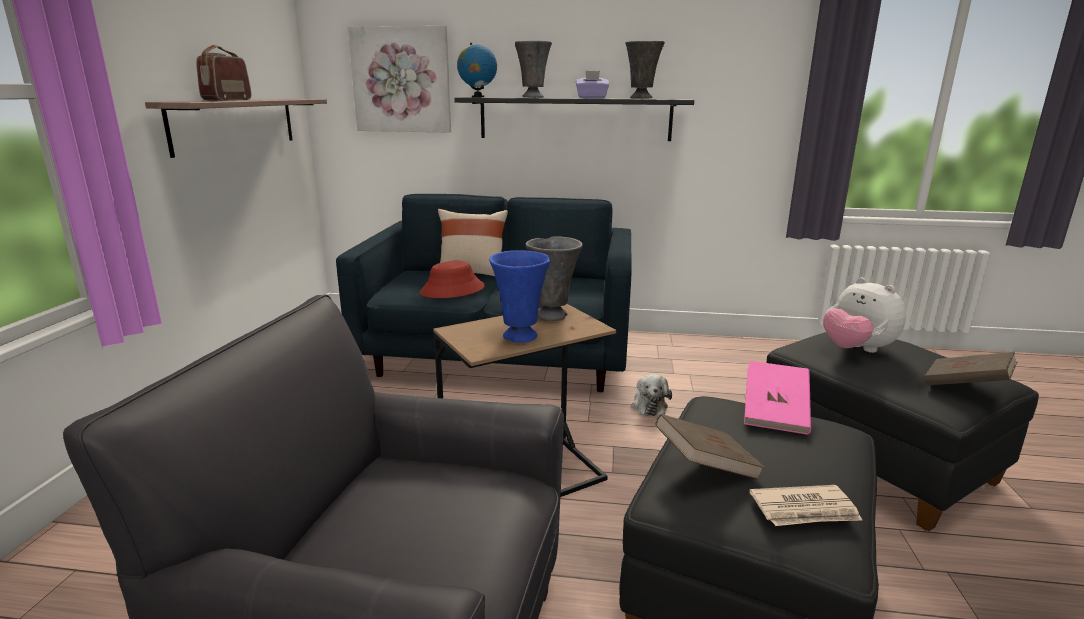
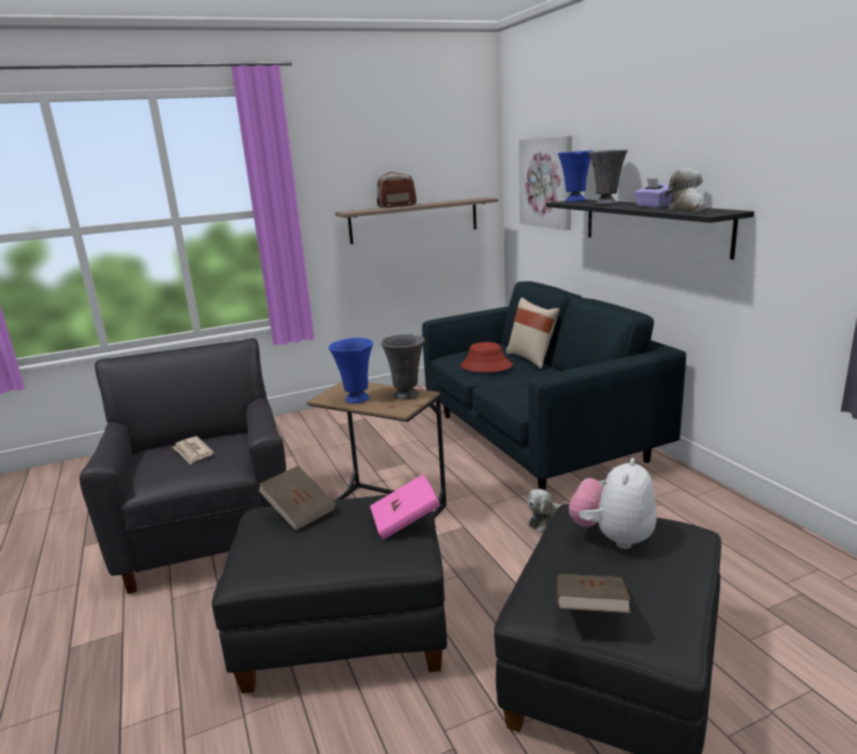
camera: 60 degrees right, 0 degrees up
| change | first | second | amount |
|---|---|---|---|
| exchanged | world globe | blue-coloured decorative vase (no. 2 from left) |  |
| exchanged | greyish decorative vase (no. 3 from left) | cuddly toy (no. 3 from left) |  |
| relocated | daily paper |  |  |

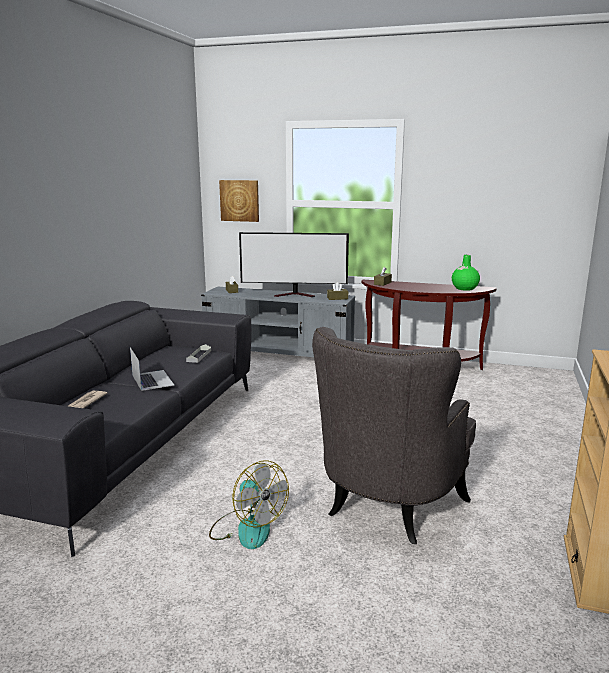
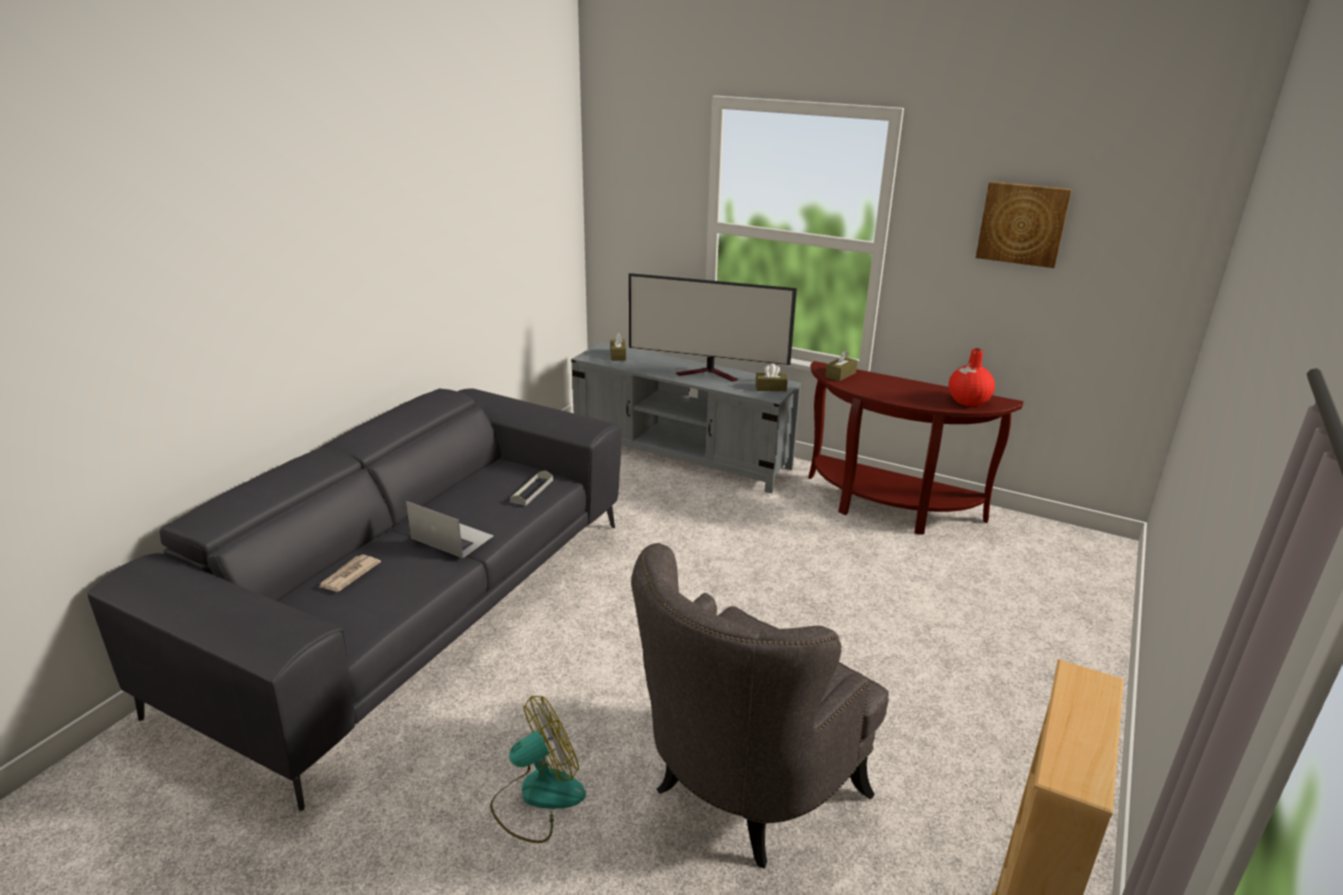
camera: 10 degrees right, 10 degrees up
| change | first | second | amount |
|---|---|---|---|
| spun | notebook computer |  | 45 degrees counterclockwise |
| spun | electric fan |  | 90 degrees counterclockwise |
| relocated | wall picture |  |  |
| colour | green decorative vase | red decorative vase |  |

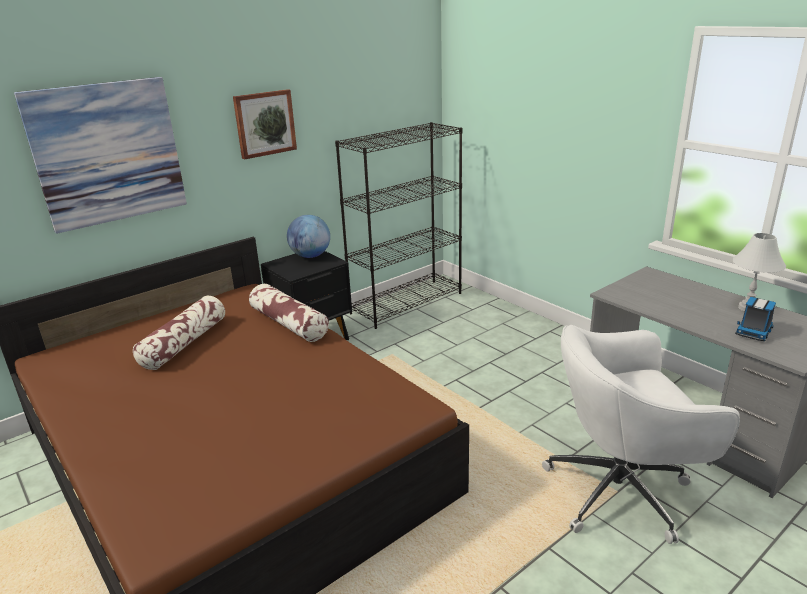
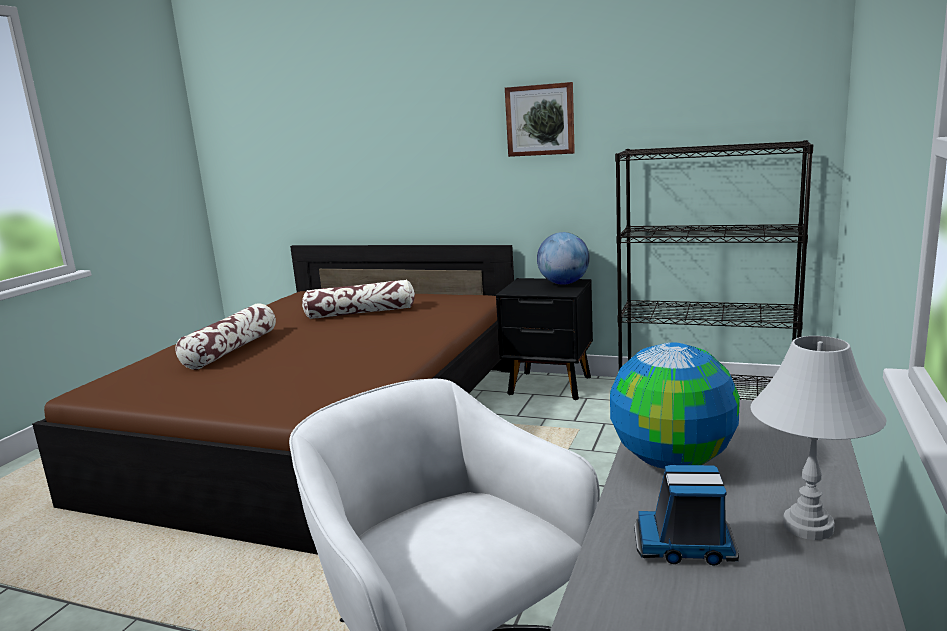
camera: 60 degrees right, 10 degrees down
| change | first | second | amount |
|---|---|---|---|
| missing | wall picture (no. 1 from left) |  |  |
| relocated | pillow (no. 2 from left in the first image) | pillow (no. 1 from left) |  |
| appeared |  | world globe (no. 2 from left) |  |

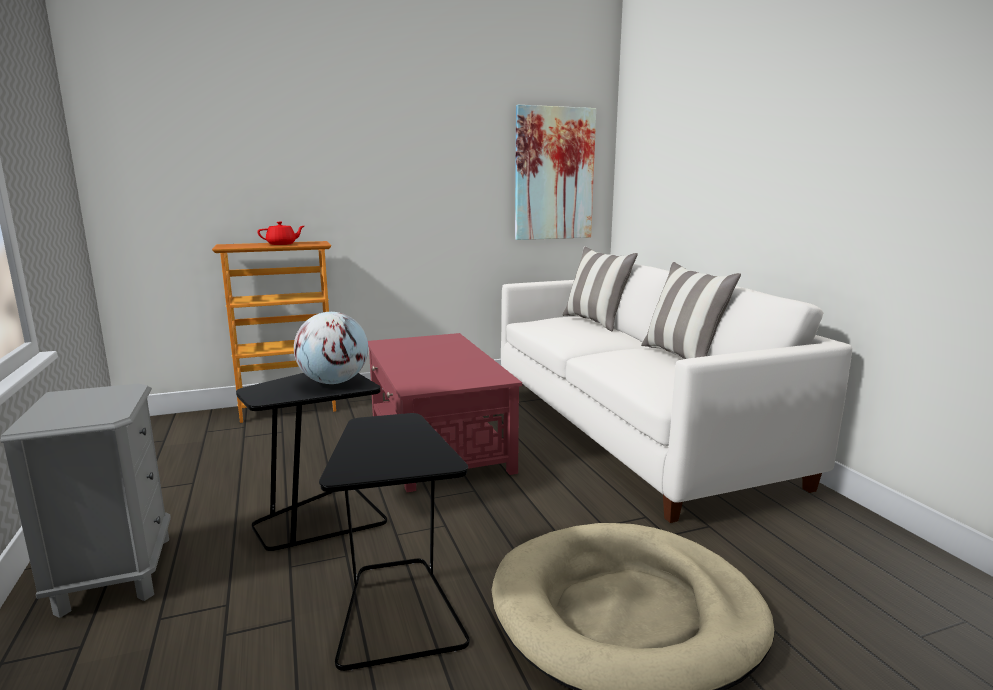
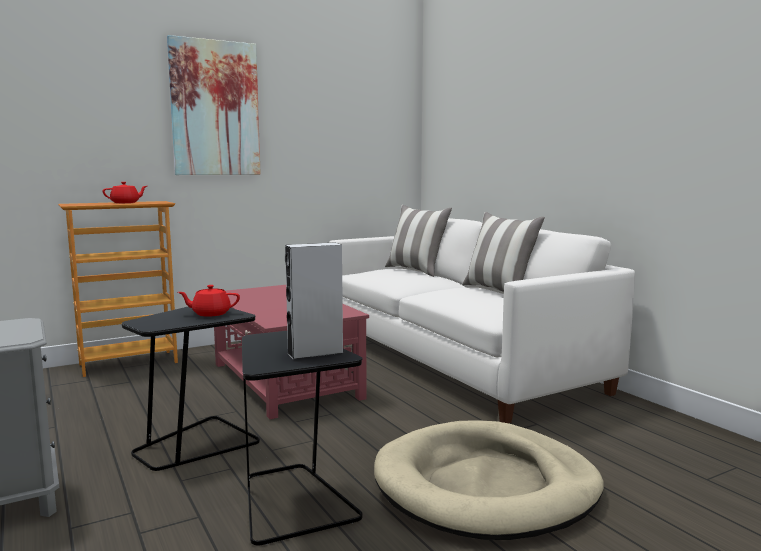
camera: 10 degrees left, 5 degrees down
| change | first | second | amount |
|---|---|---|---|
| exchanged | world globe | red teapot (no. 2 from left) |  |
| relocated | wall picture |  |  |
| appeared |  | greyish loudspeaker |  |

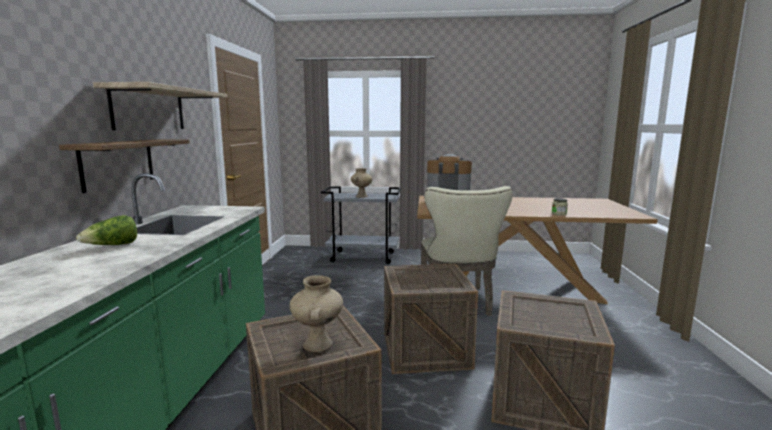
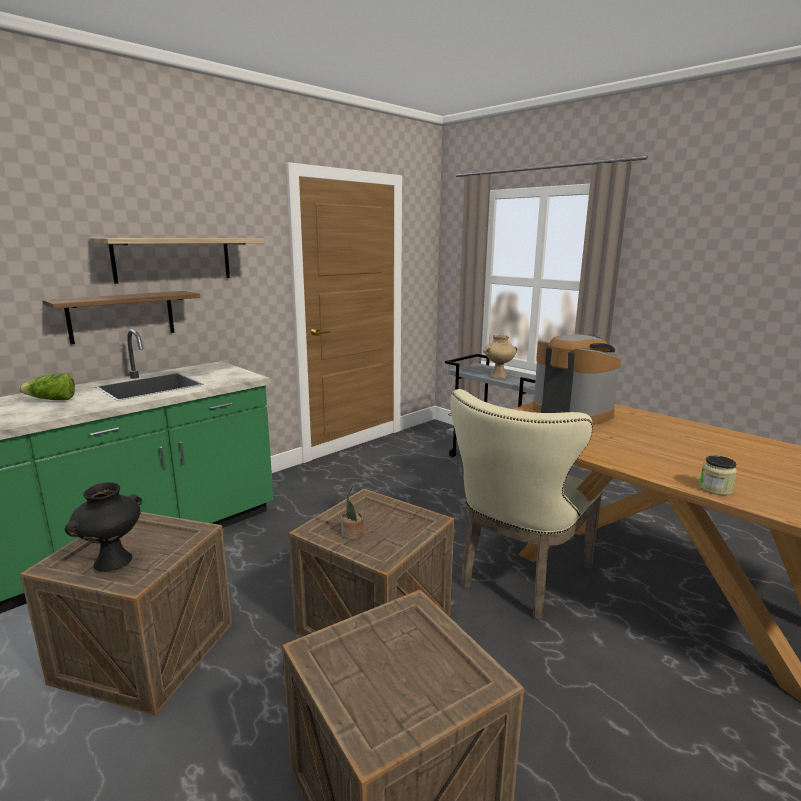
camera: 40 degrees right, 5 degrees up
| change | first | second | amount |
|---|---|---|---|
| colour | sand-coloured decorative vase (no. 1 from left) | black decorative vase |  |
| appeared |  | potted plant |  |

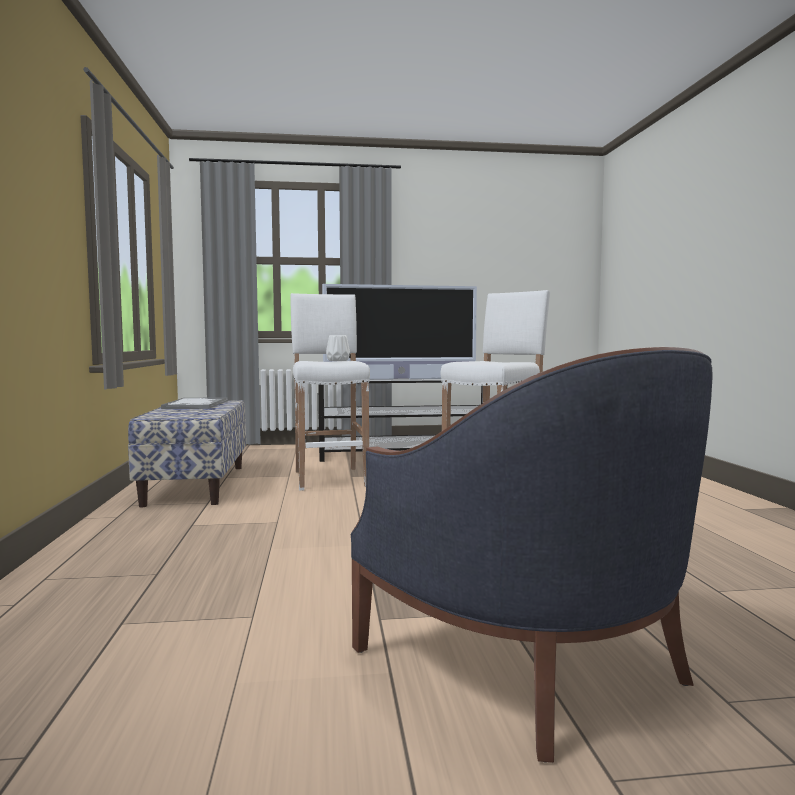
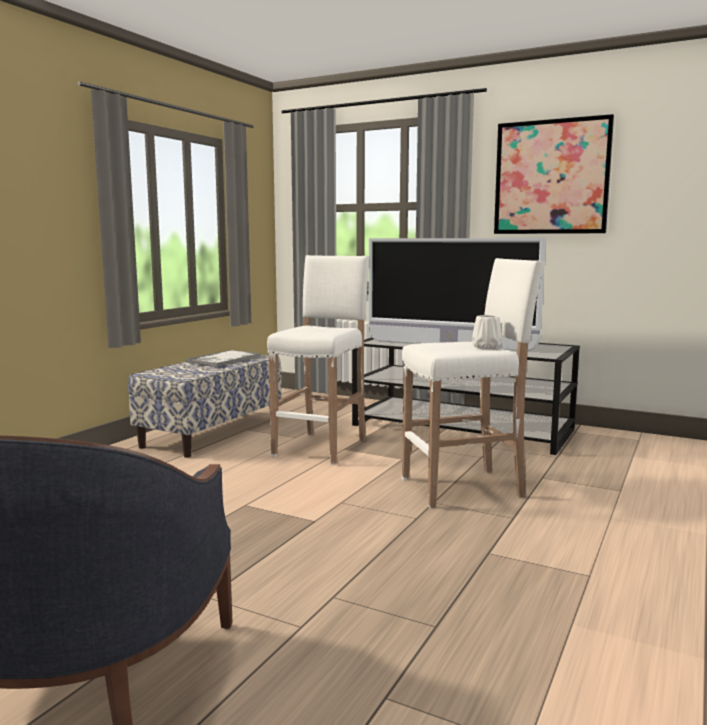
camera: 35 degrees right, 5 degrees up
| change | first | second | amount |
|---|---|---|---|
| relocated | white-coloured decorative vase |  |  |
| appeared |  | wall picture |  |

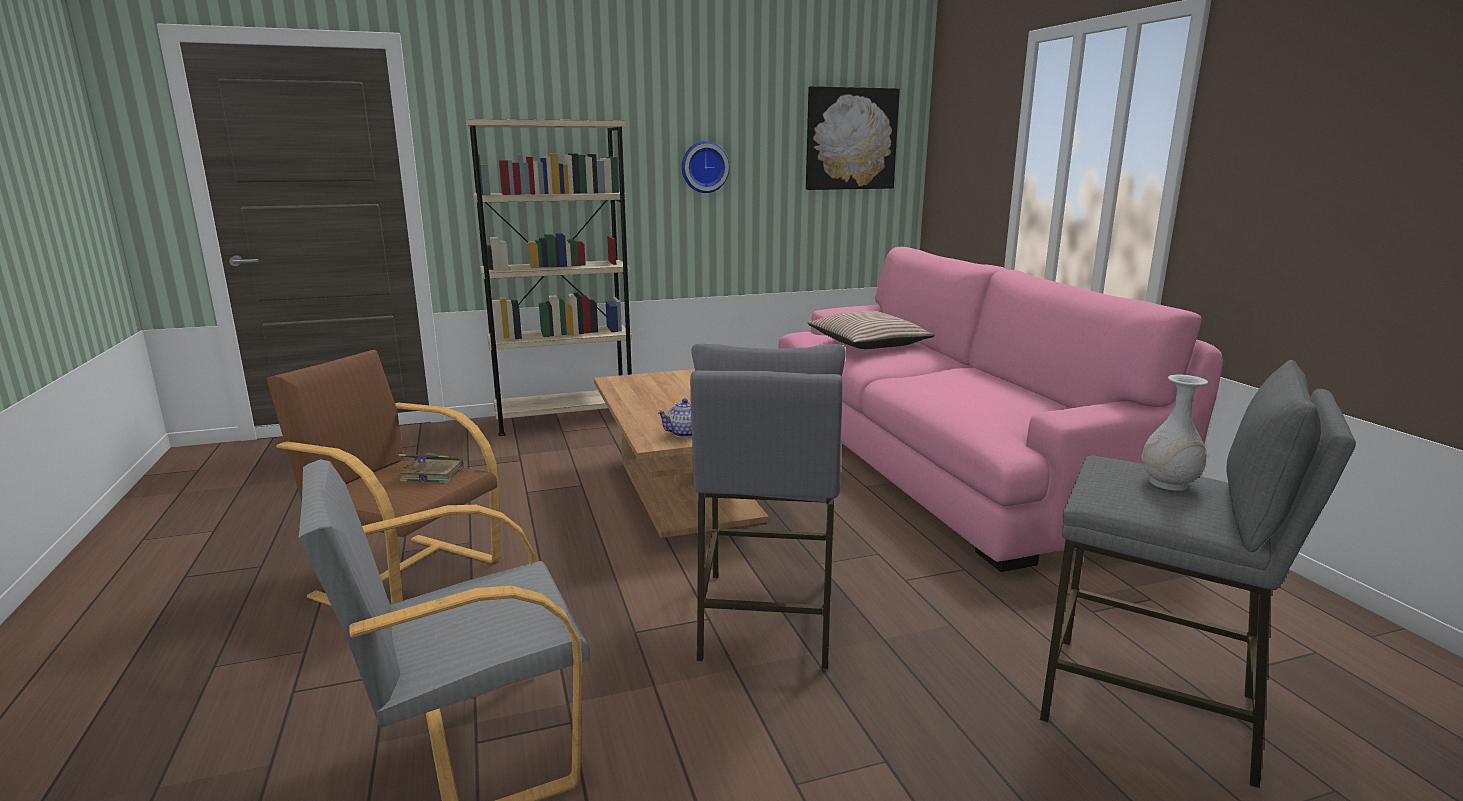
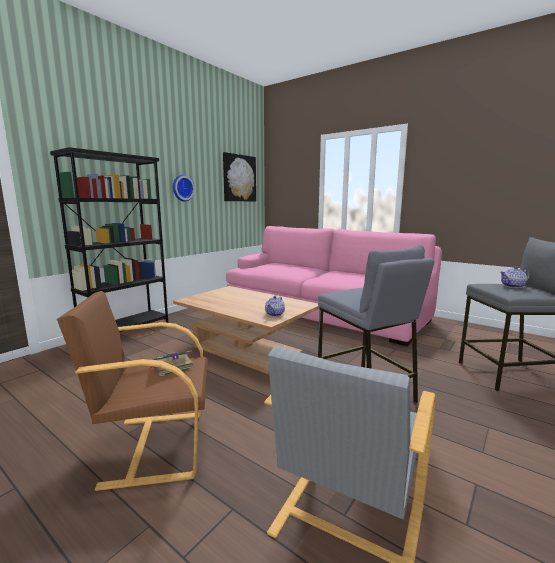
camera: 35 degrees left, 5 degrees down
| change | first | second | amount |
|---|---|---|---|
| colour | sand-coloured bookshelf | black bookshelf |  |
| missing | pillow |  |  |
| exchanged | white-coloured decorative vase | teapot (no. 2 from left) |  |

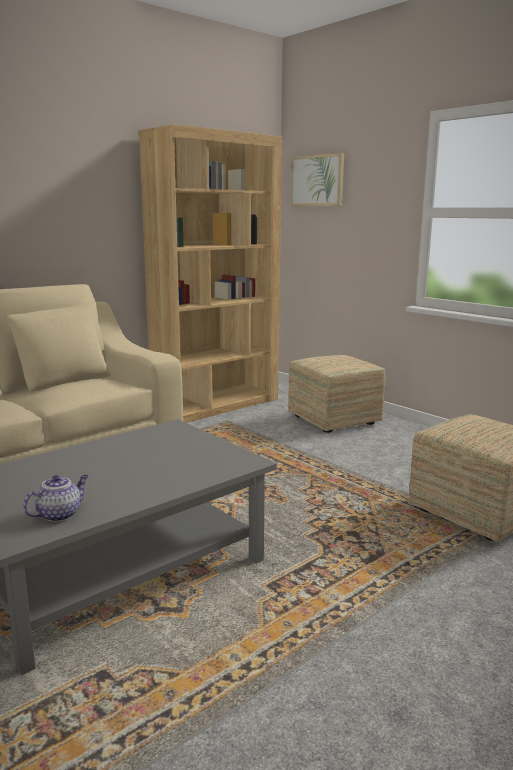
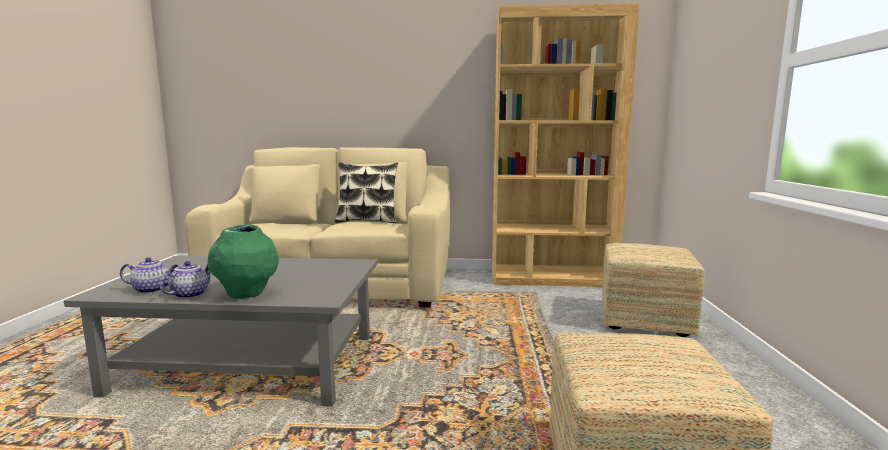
camera: 45 degrees right, 5 degrees down
| change | first | second | amount |
|---|---|---|---|
| missing | wall picture |  |  |
| appeared |  | teapot (no. 2 from left) |  |
| appeared |  | green decorative vase |  |
| appeared |  | pillow |  |

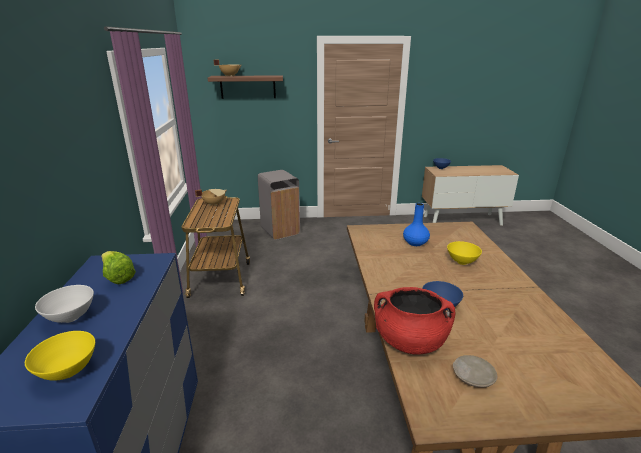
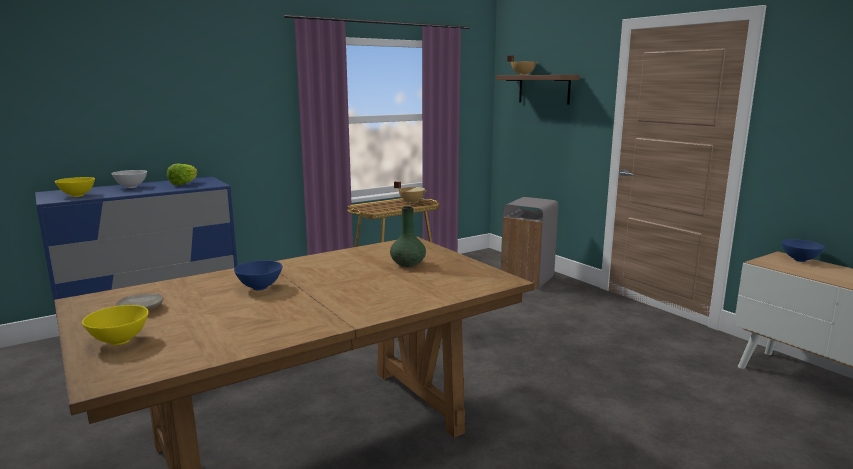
camera: 60 degrees right, 10 degrees down
| change | first | second | amount |
|---|---|---|---|
| missing | red saucepot |  |  |
| colour | blue-coloured decorative vase | green decorative vase |  |
| relocated | yellow-coloured serving bowl (no. 2 from left) |  |  |

